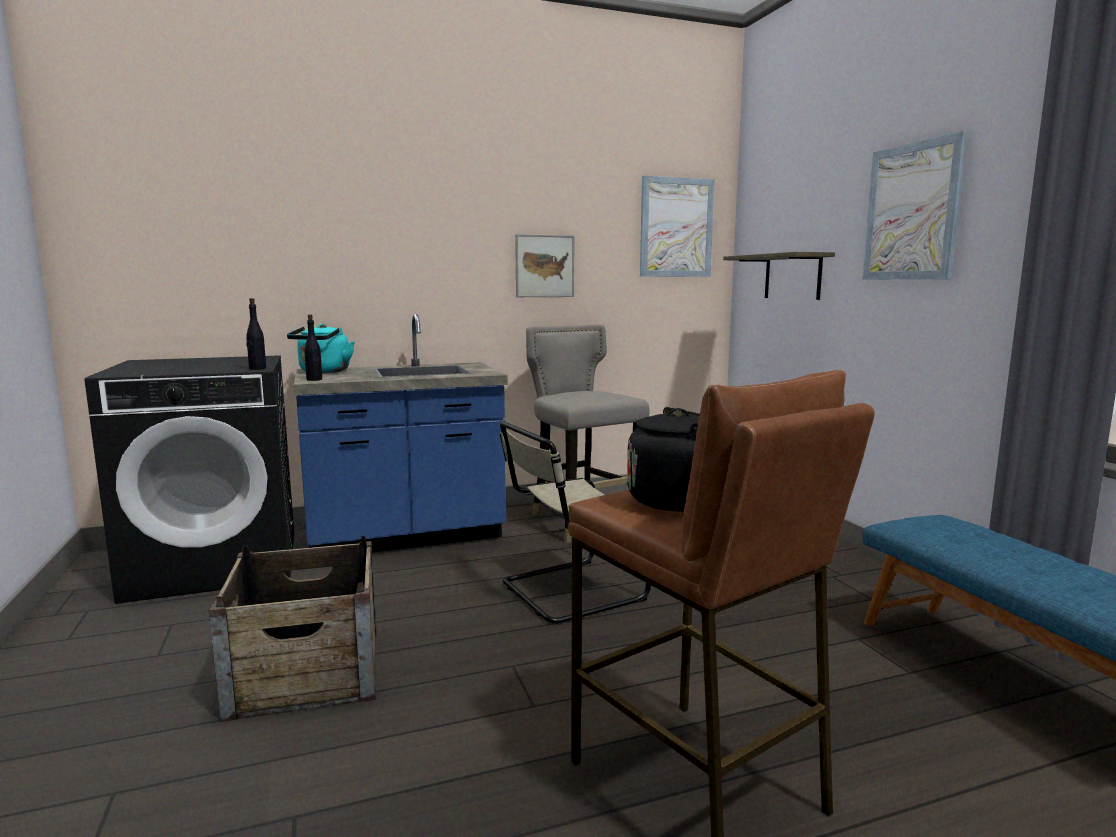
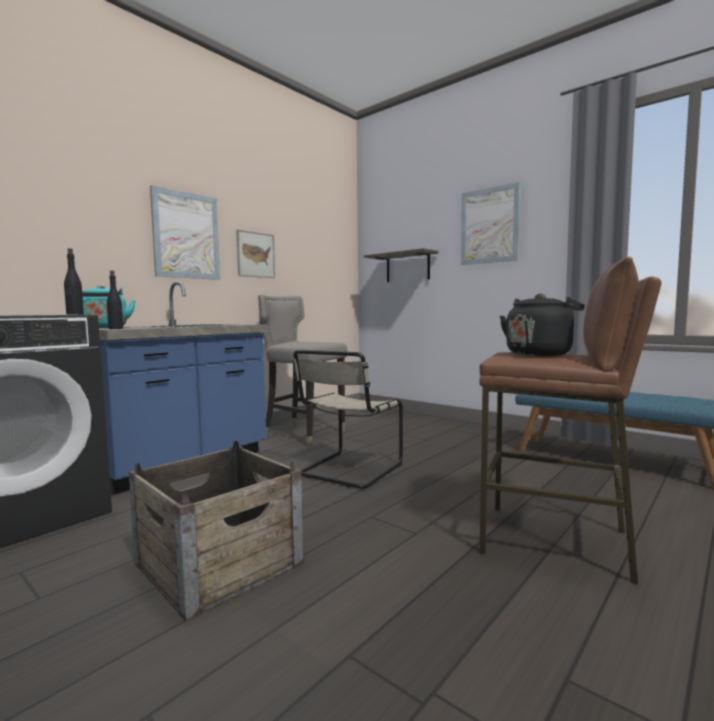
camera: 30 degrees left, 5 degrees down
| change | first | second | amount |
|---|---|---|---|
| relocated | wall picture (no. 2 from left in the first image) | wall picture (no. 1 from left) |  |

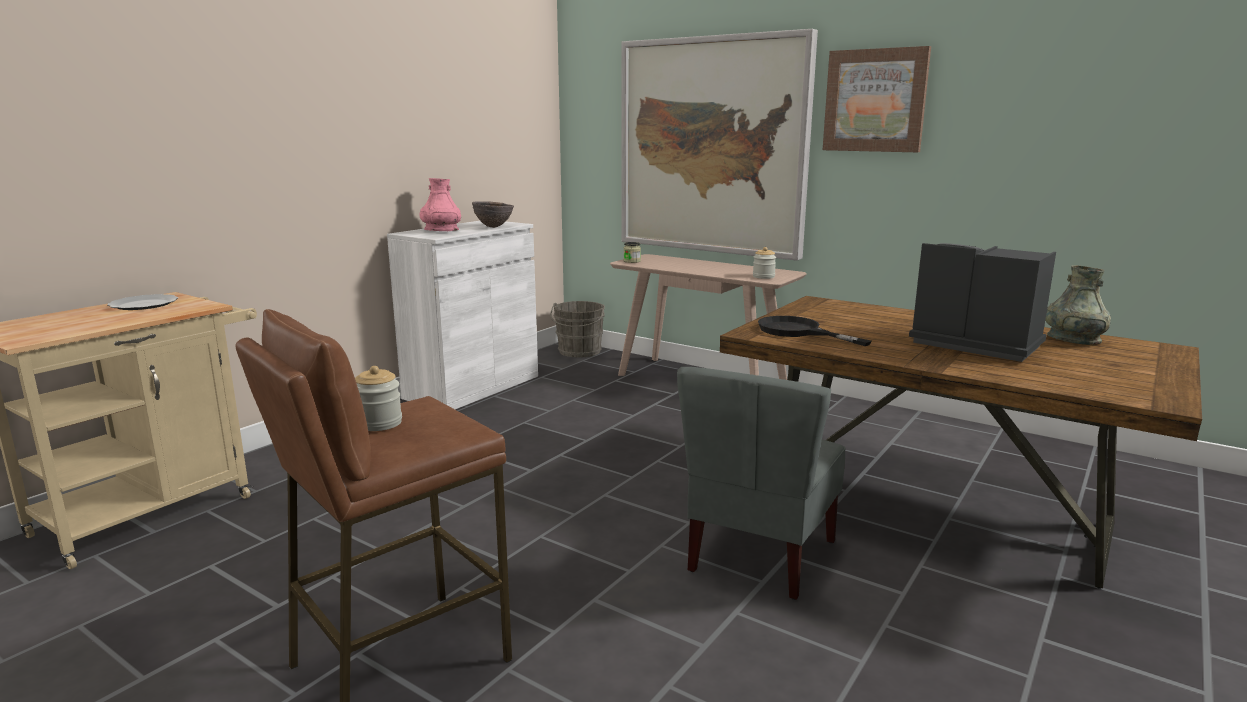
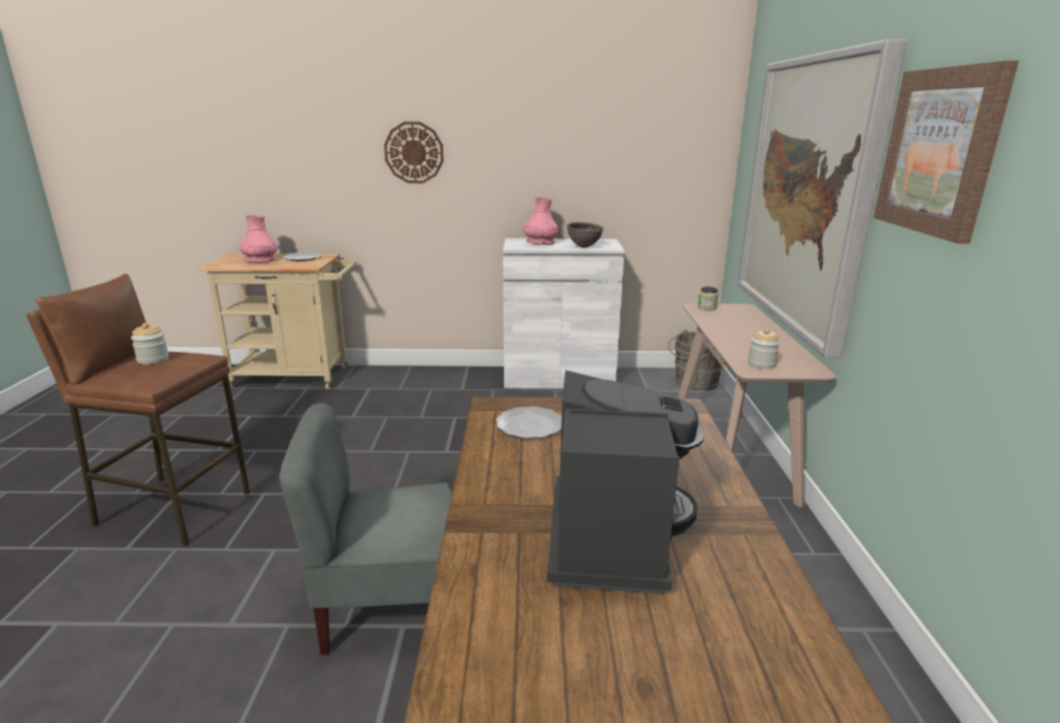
camera: 55 degrees right, 5 degrees up
| change | first | second | amount |
|---|---|---|---|
| exchanged | black frying pan | flat dish (no. 2 from left) |  |
| missing | greyish decorative vase |  |  |
| appeared |  | pinkish decorative vase (no. 1 from left) |  |
| appeared |  | wall clock |  |

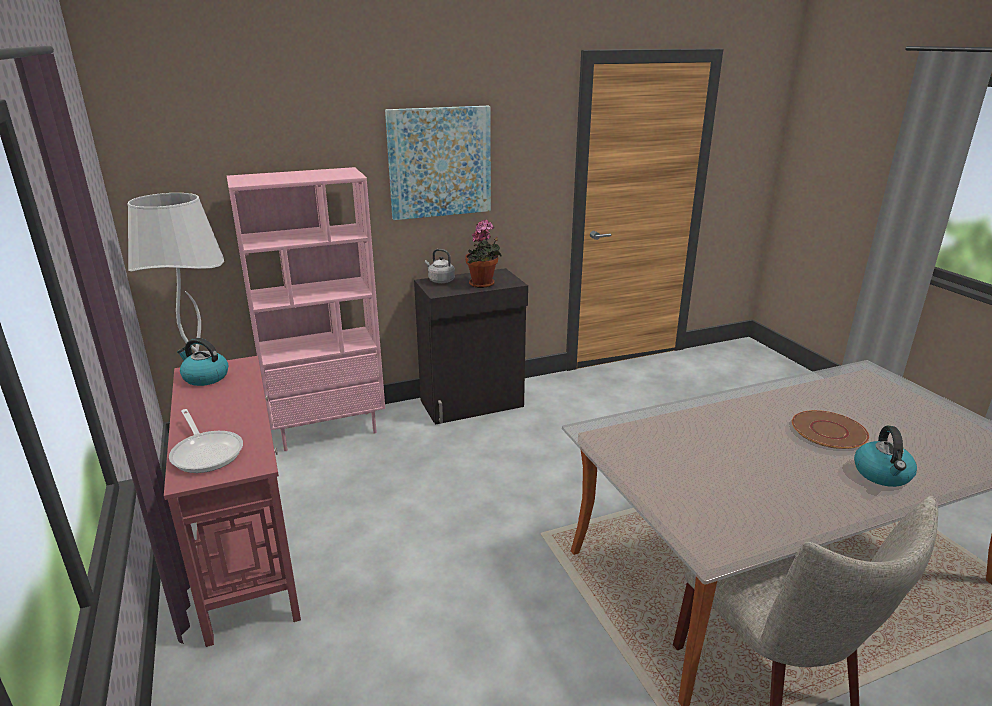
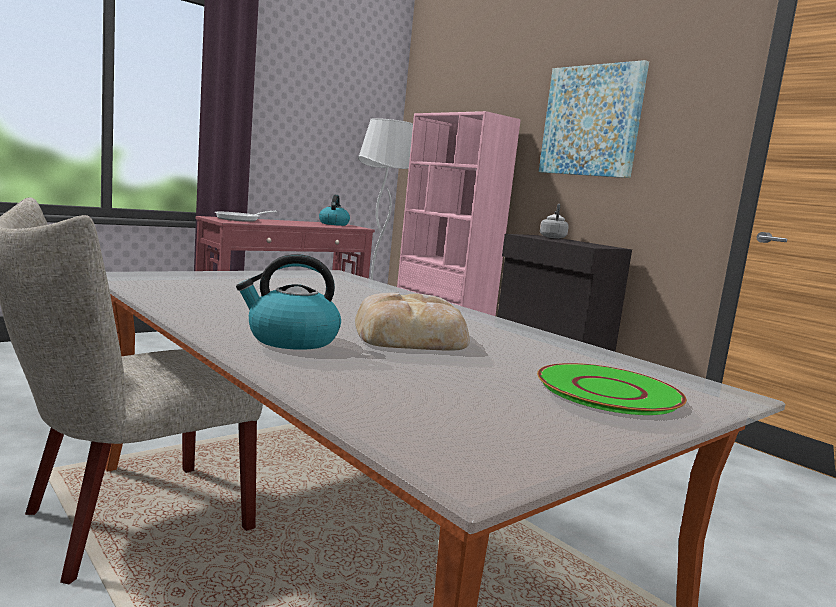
camera: 70 degrees right, 15 degrees down
| change | first | second | amount |
|---|---|---|---|
| missing | potted plant |  |  |
| exchanged | brownish flat dish | baked bread |  |
| appeared |  | green flat dish |  |

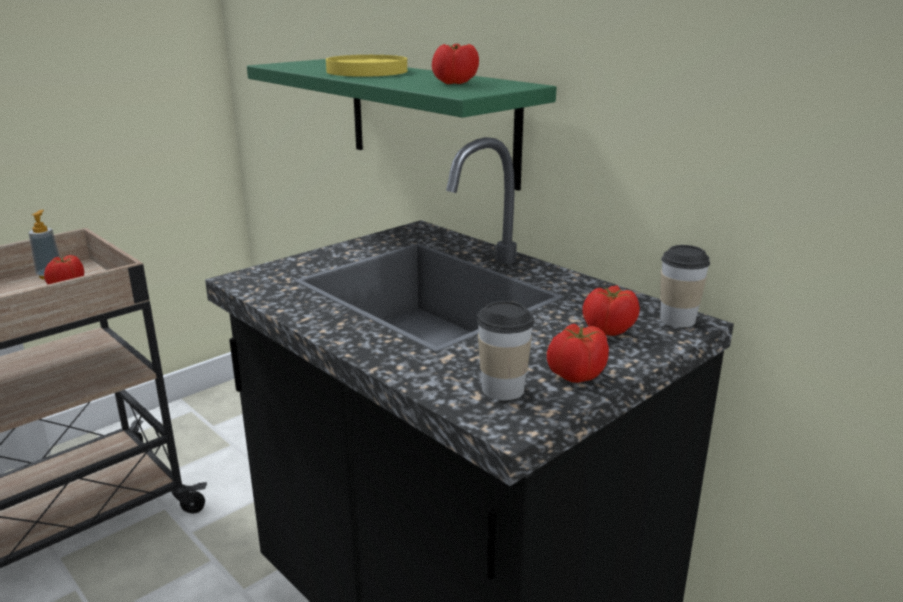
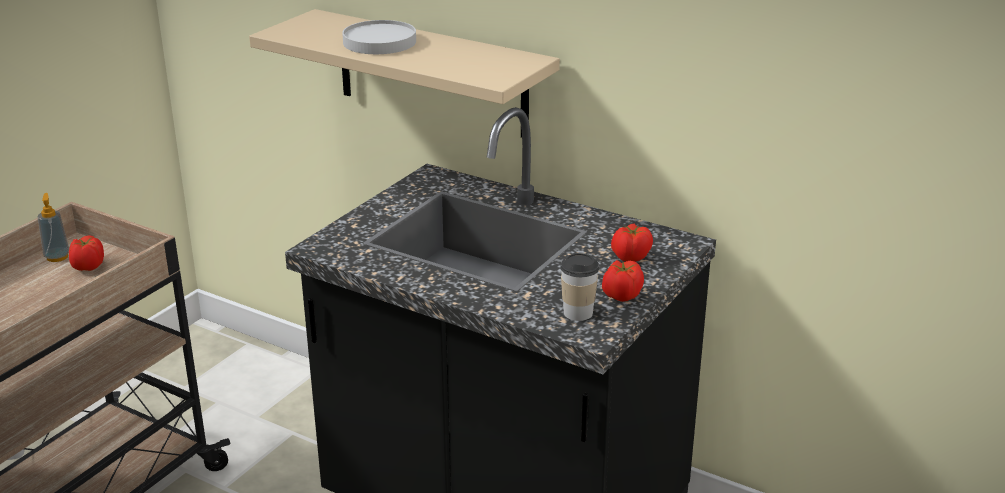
camera: 15 degrees left, 5 degrees up
| change | first | second | amount |
|---|---|---|---|
| colour | green bracket shelf | sand-coloured bracket shelf |  |
| colour | yellow-coloured flat dish | white-coloured flat dish |  |
| missing | whole tomato (no. 2 from left) |  |  |
| missing | cup (no. 2 from left) |  |  |

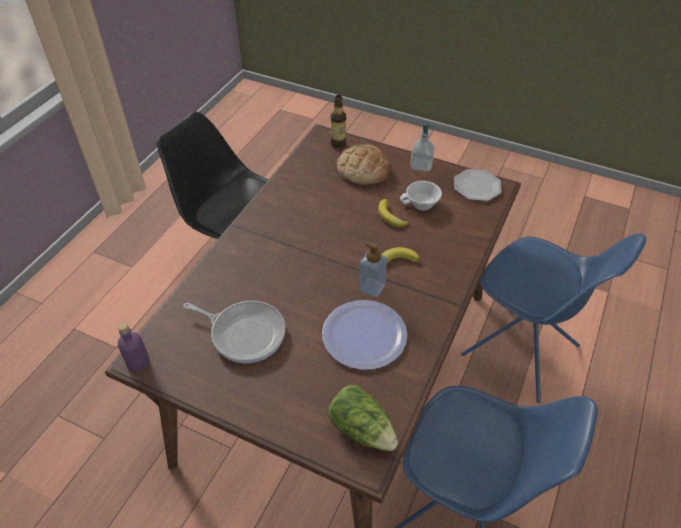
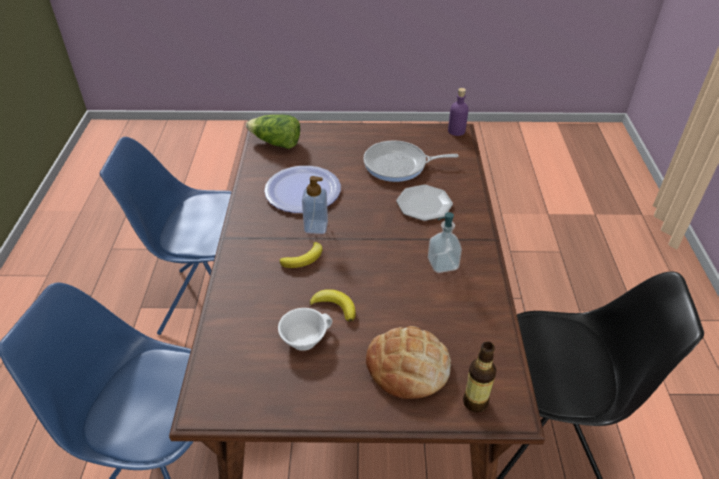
camera: 155 degrees right, 5 degrees down
| change | first | second | amount |
|---|---|---|---|
| relocated | liquid soap bottle (no. 2 from left) |  |  |
| relocated | flat dish (no. 2 from left) |  |  |

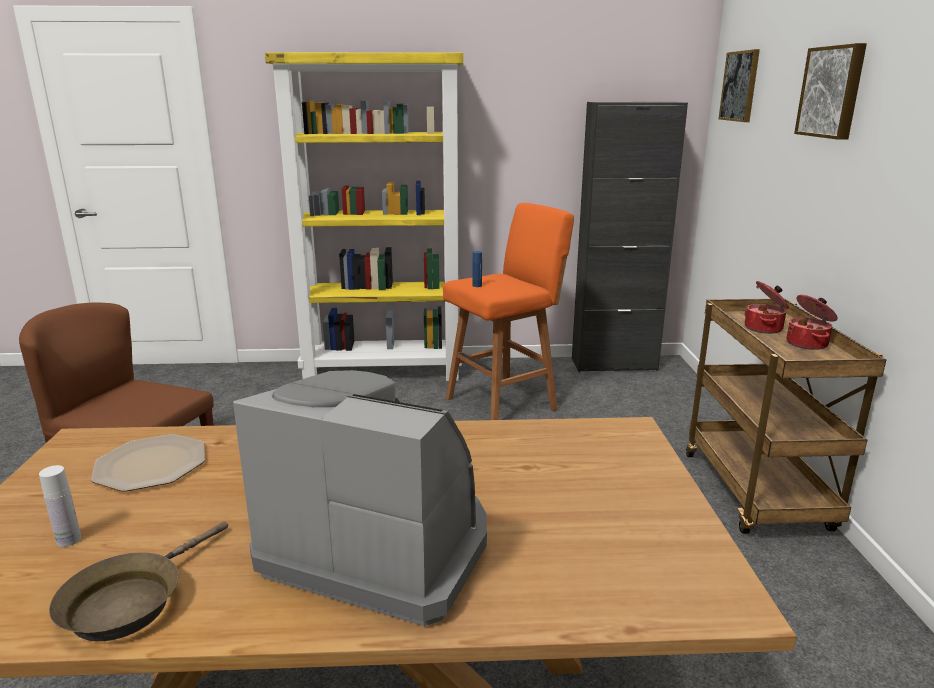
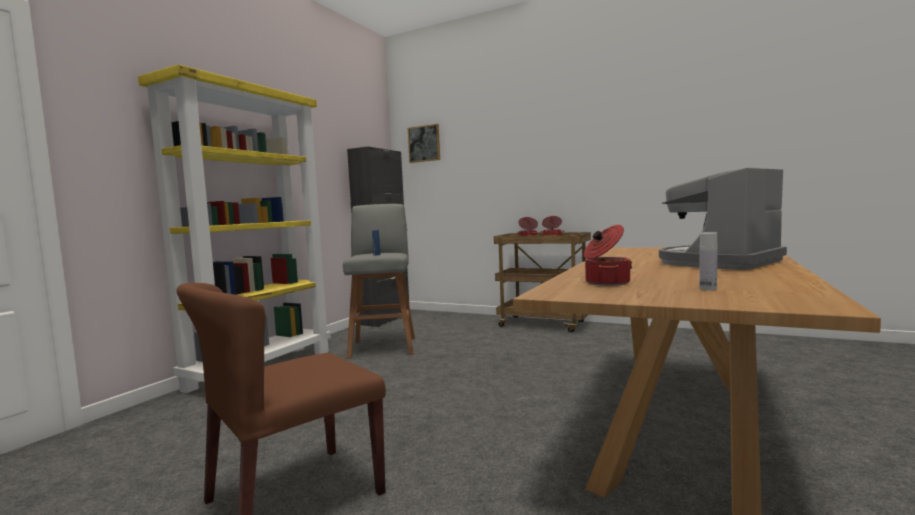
camera: 60 degrees left, 15 degrees down
| change | first | second | amount |
|---|---|---|---|
| missing | brownish frying pan |  |  |
| exchanged | flat dish | saucepot (no. 3 from left) |  |
| colour | orangey sitting stool | greyish sitting stool |  |
| missing | wall picture (no. 2 from left) |  |  |

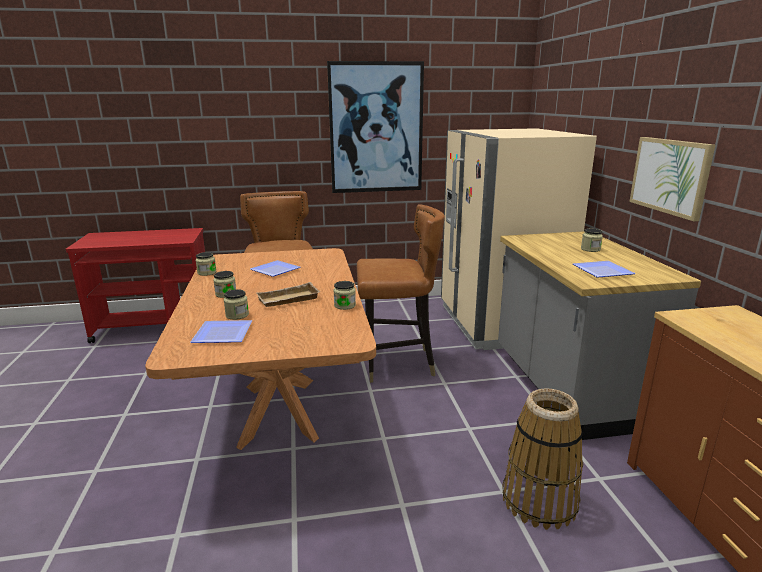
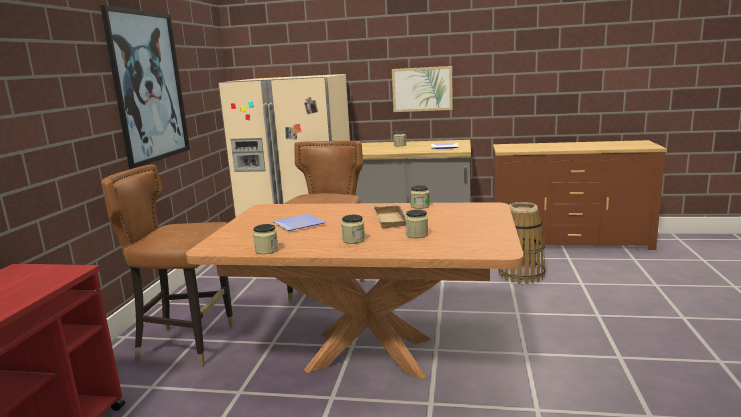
camera: 70 degrees left, 5 degrees down
| change | first | second | amount |
|---|---|---|---|
| missing | flat dish (no. 1 from left) |  |  |

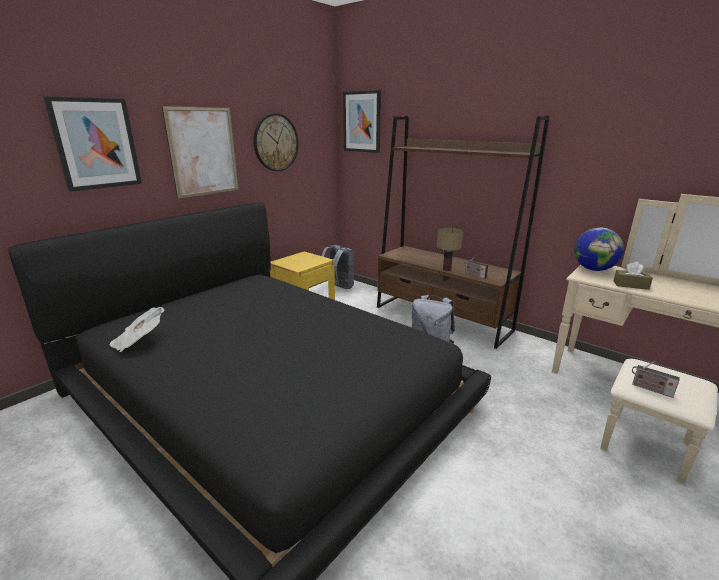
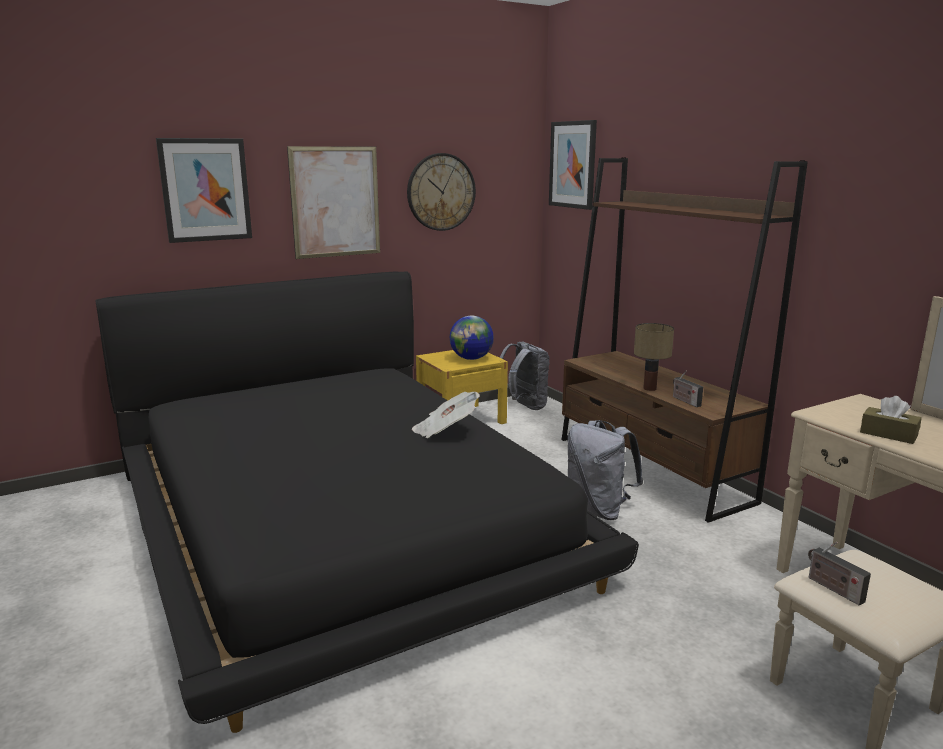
camera: 20 degrees right, 5 degrees down
| change | first | second | amount |
|---|---|---|---|
| relocated | daily paper |  |  |
| relocated | world globe |  |  |

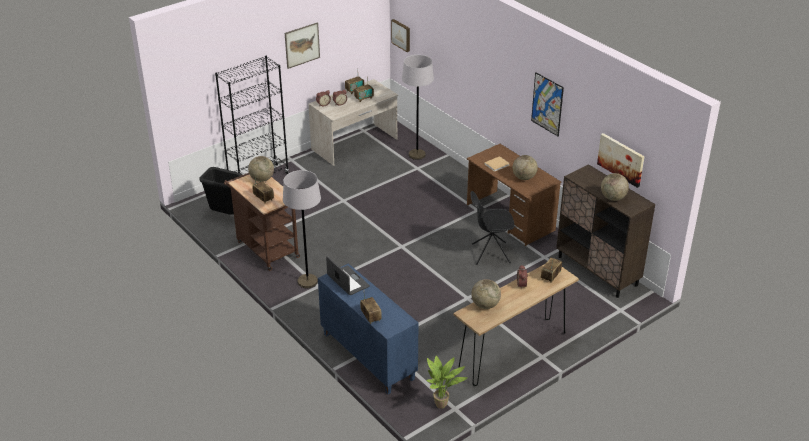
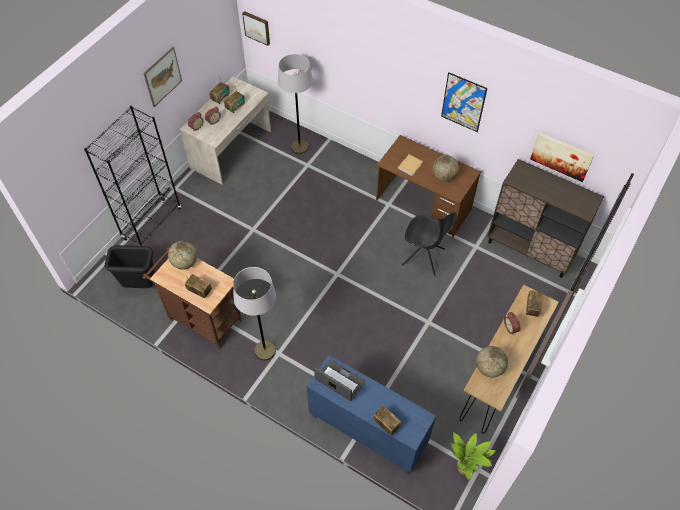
camera: 20 degrees left, 20 degrees up
| change | first | second | amount |
|---|---|---|---|
| spun | black upright chair |  | 135 degrees counterclockwise |
| missing | world globe (no. 4 from left) |  |  |

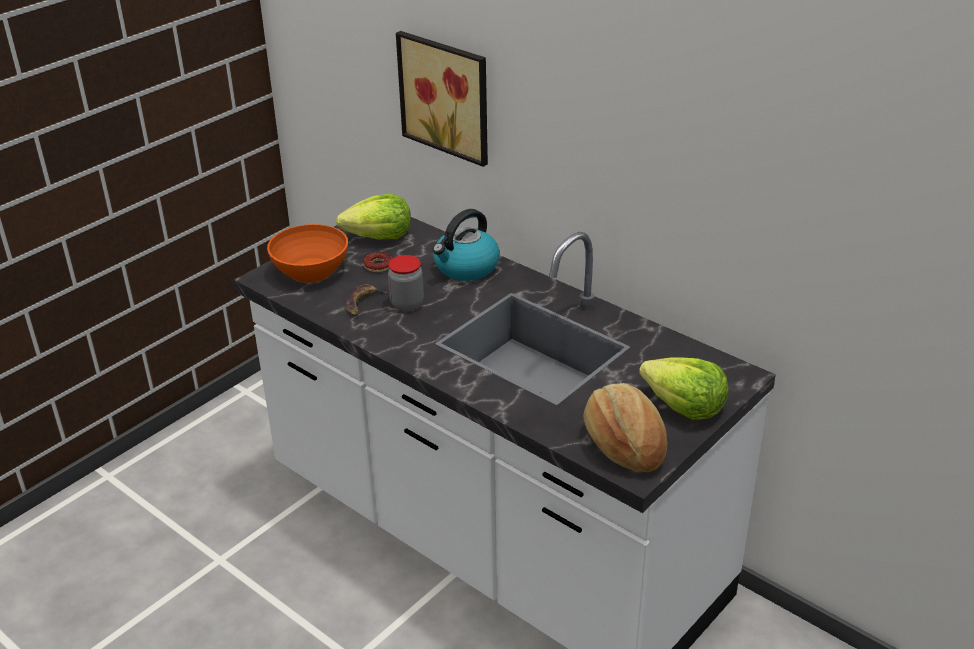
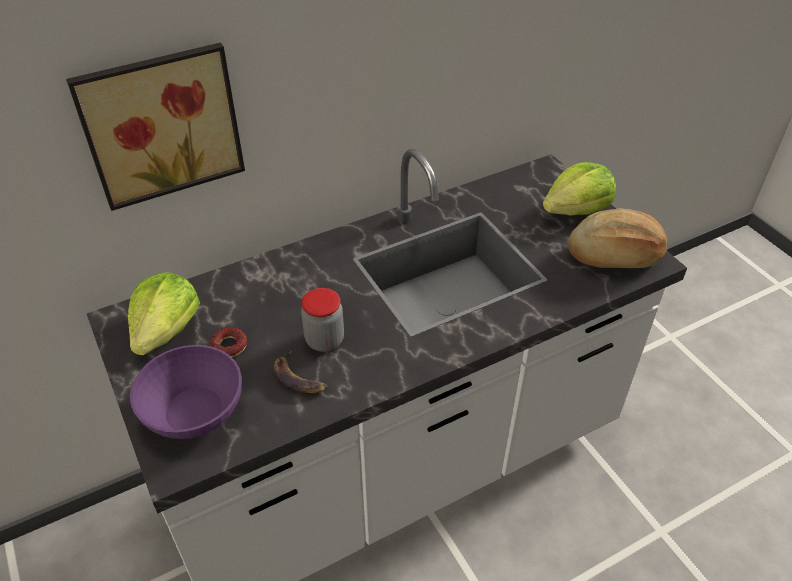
camera: 70 degrees left, 10 degrees up
| change | first | second | amount |
|---|---|---|---|
| colour | orangey serving bowl | purplish serving bowl |  |
| missing | kettle |  |  |

